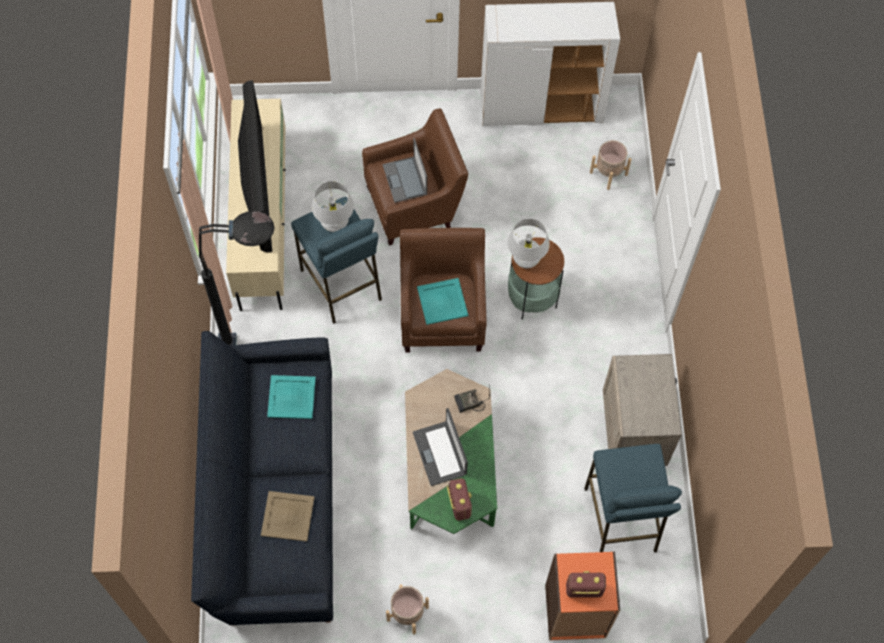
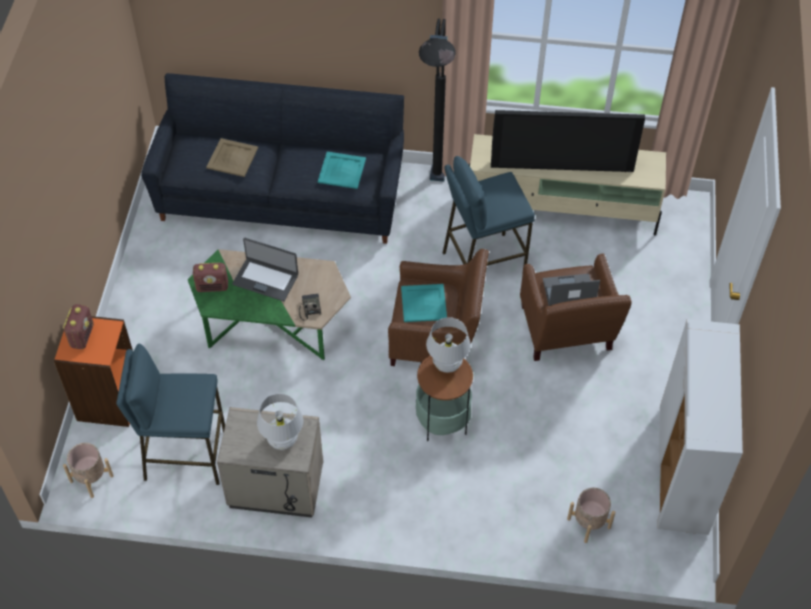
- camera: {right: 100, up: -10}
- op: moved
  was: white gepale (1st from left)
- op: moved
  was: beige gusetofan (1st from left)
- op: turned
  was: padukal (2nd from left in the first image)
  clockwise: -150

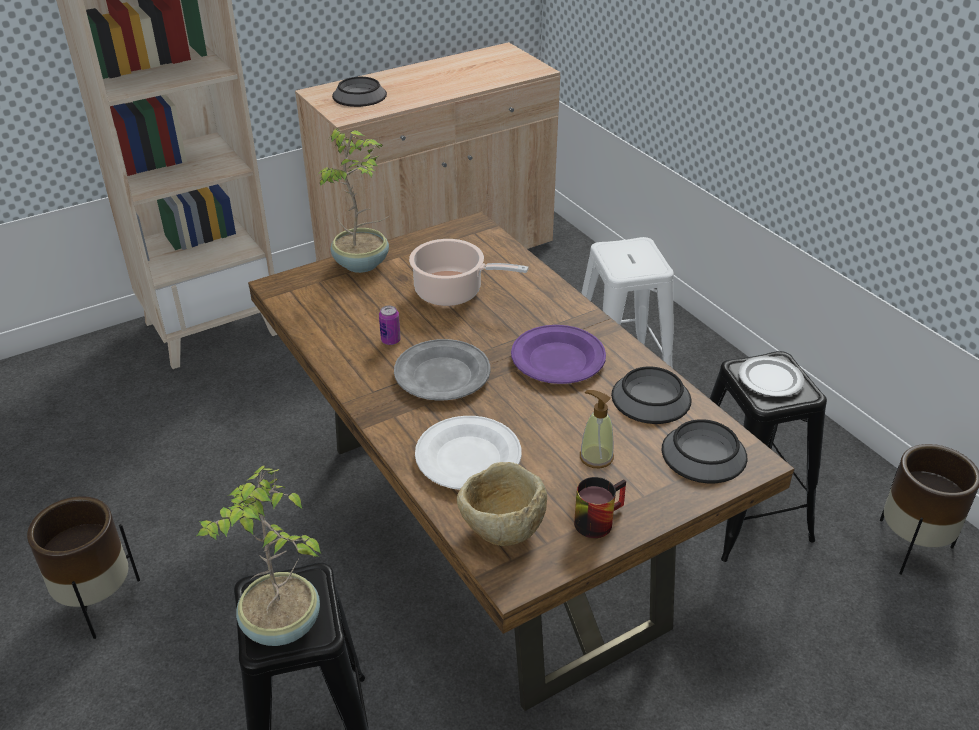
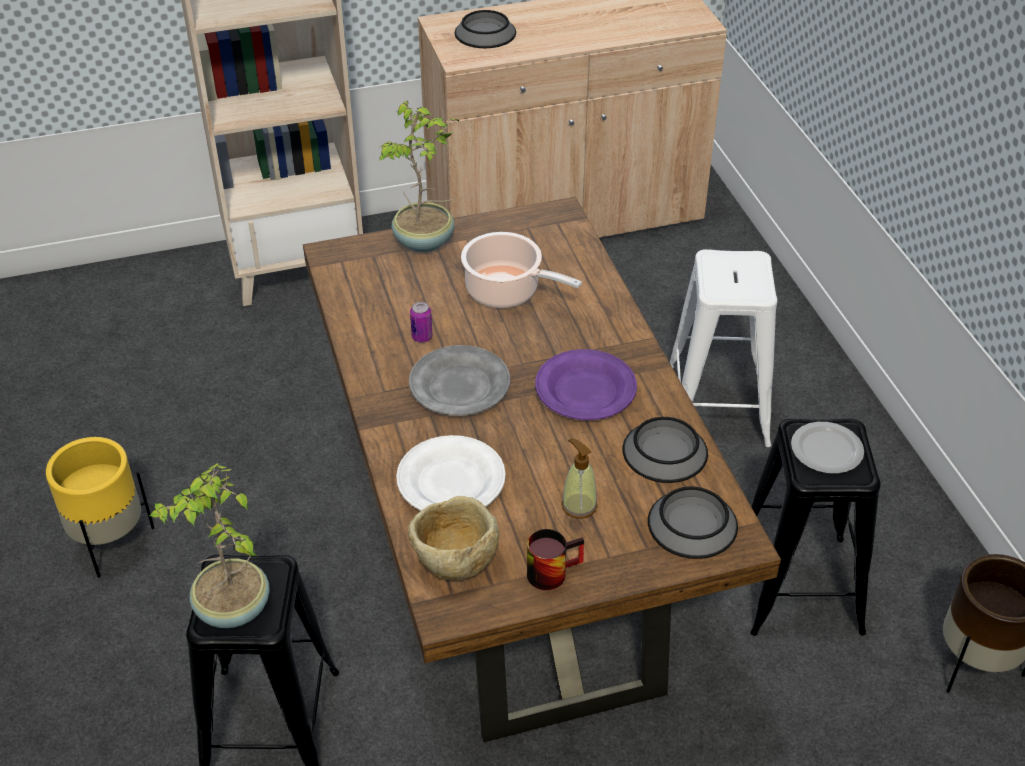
- camera: {right: 15, up: 5}
- op: recoloured
  was: brown gusetofan (1st from left)
  now: yellow gusetofan

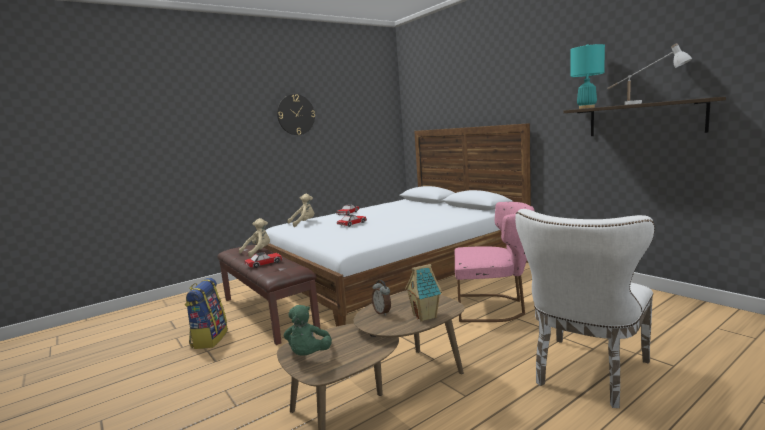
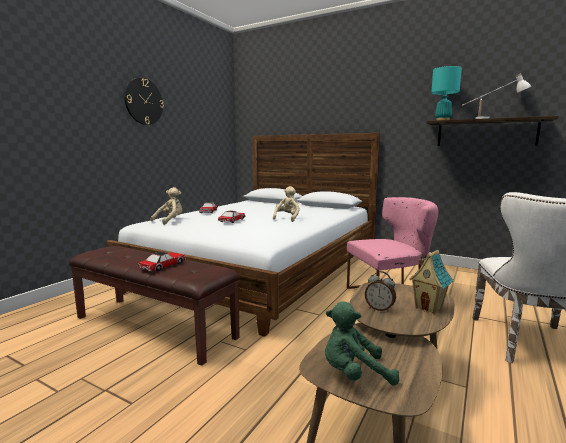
- camera: {right: -25, up: 0}
- op: removed
  was: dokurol
- op: moved
  was: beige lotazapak (1st from left in the first image)
  now: beige lotazapak (2nd from left)
- op: turned
  was: green lotazapak
  clockwise: 105

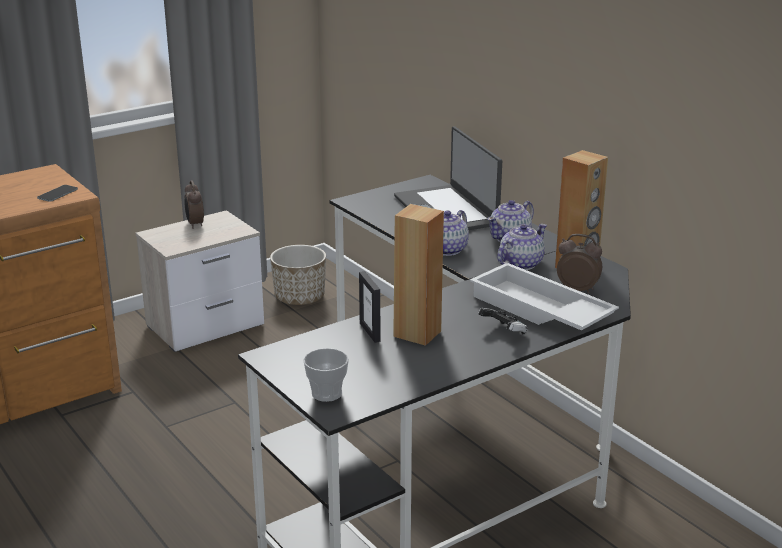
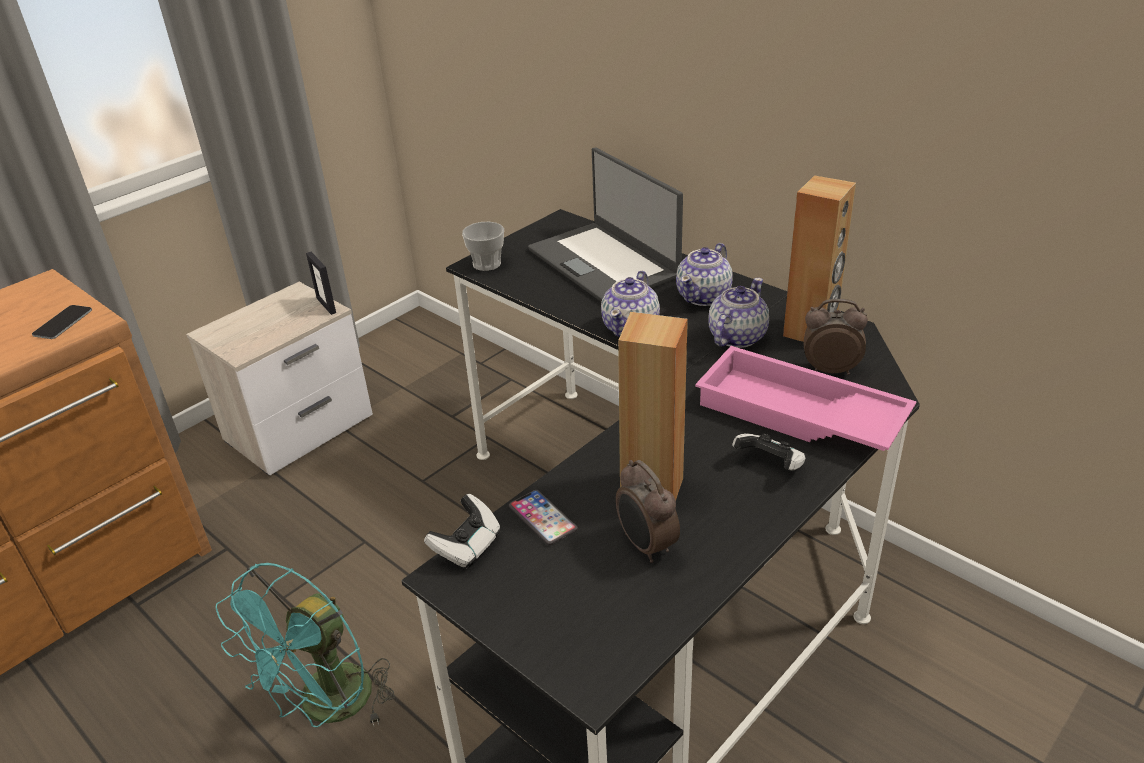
- camera: {right: -10, up: 10}
- op: removed
  was: gusetofan
- op: added
  now: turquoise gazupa
- op: added
  now: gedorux (1st from left)
- op: added
  now: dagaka (2nd from left)
- op: moved
  was: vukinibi (1st from left)
- op: moved
  was: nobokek
- op: moved
  was: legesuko
- op: recoloured
  was: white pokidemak
  now: pink pokidemak

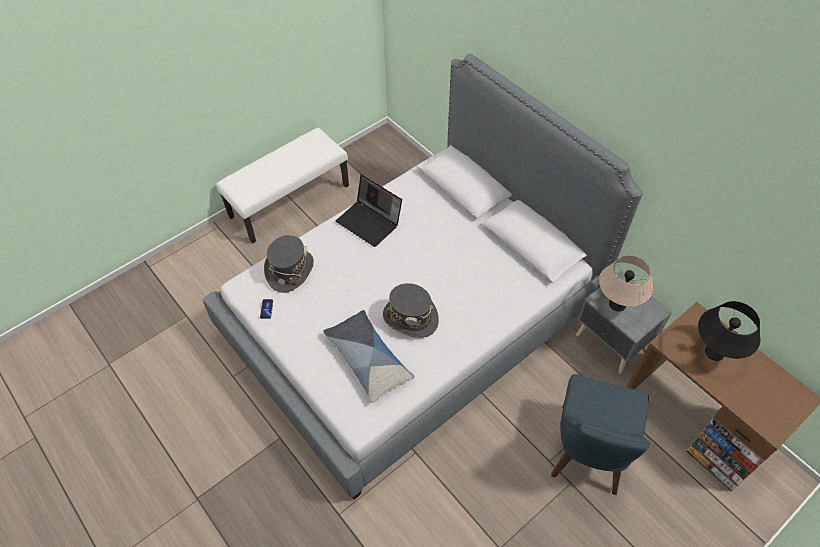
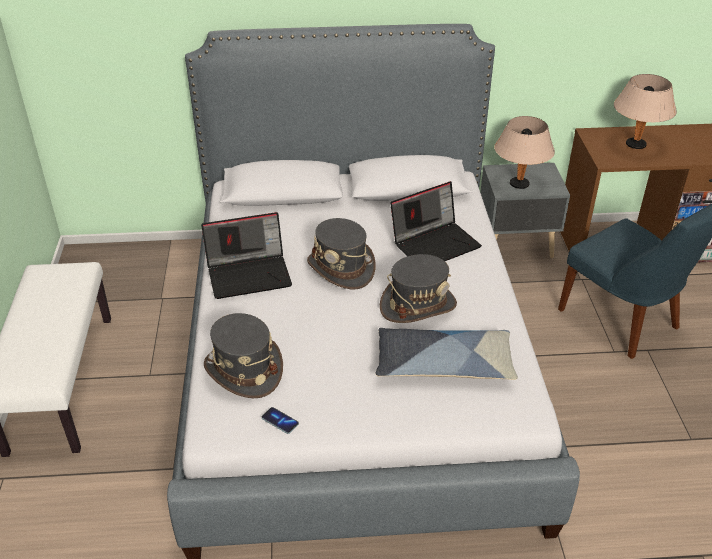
- camera: {right: -55, up: -15}
- op: added
  now: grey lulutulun (2nd from left)
- op: added
  now: padukal (2nd from left)
- op: recoloured
  was: black gepale
  now: beige gepale (2nd from left)

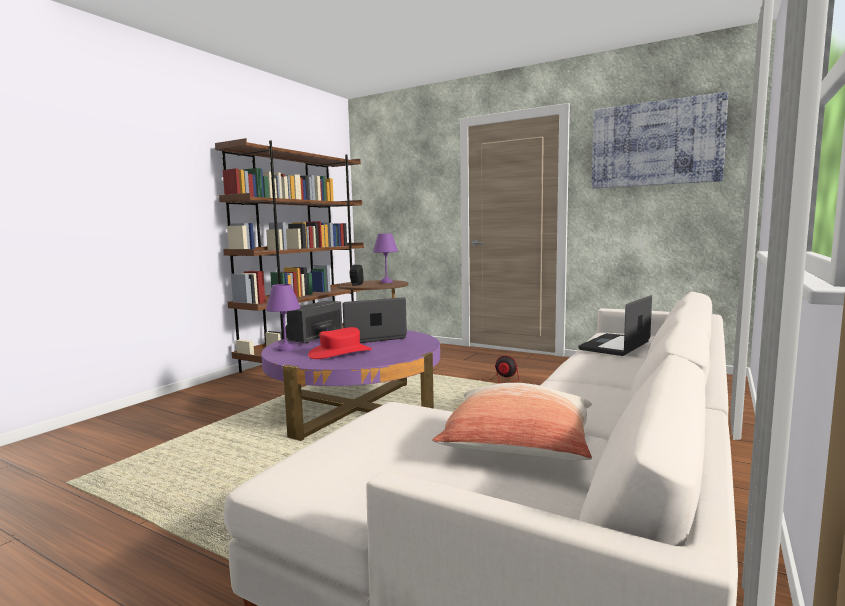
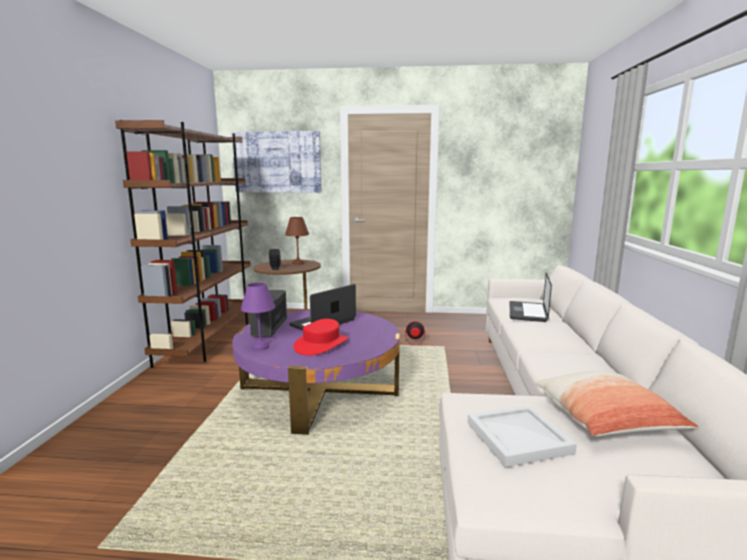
- camera: {right: -25, up: 5}
- op: added
  now: white pokidemak
- op: moved
  was: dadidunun
- op: recoloured
  was: purple gepale (2nd from left)
  now: brown gepale

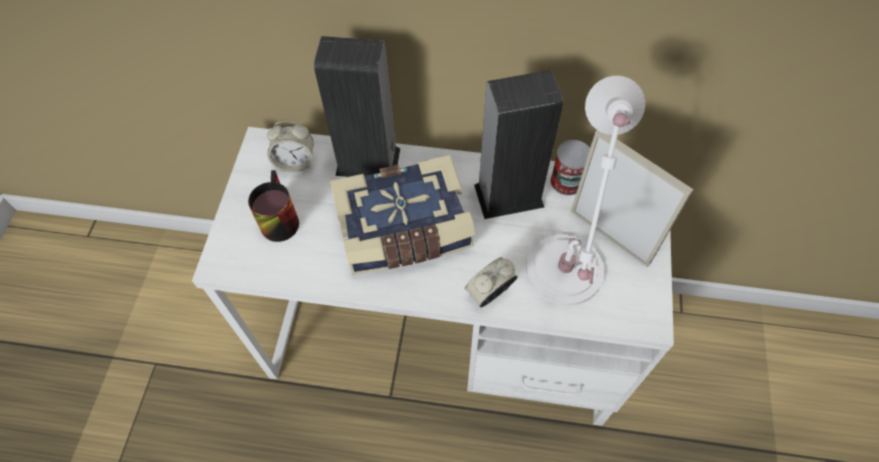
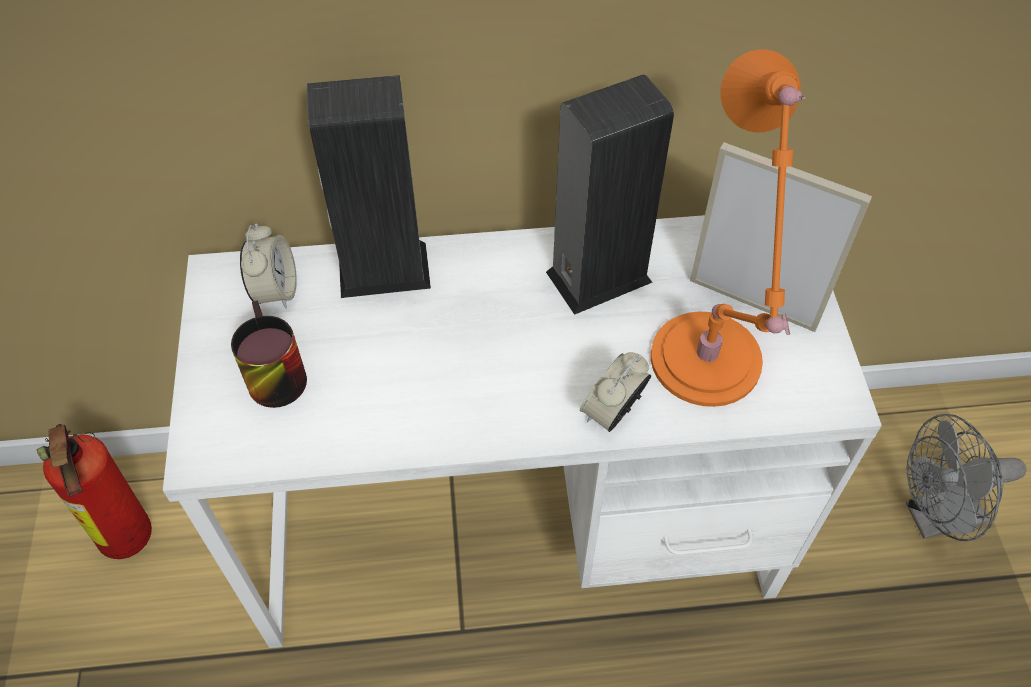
- camera: {right: -15, up: -5}
- op: removed
  was: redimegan
- op: removed
  was: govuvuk
- op: added
  now: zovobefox
- op: added
  now: grey gazupa
- op: recoloured
  was: white gepale
  now: orange gepale
- op: turned
  was: vukinibi (1st from left)
  clockwise: -75

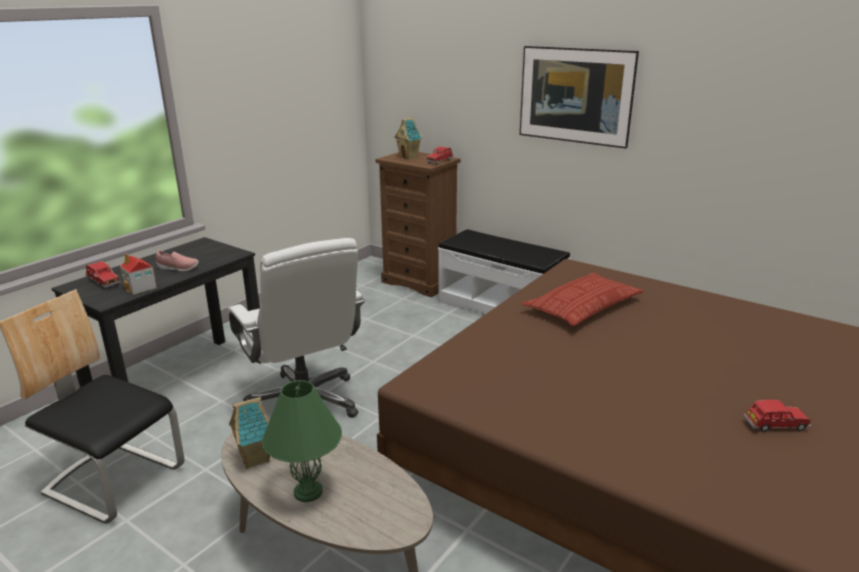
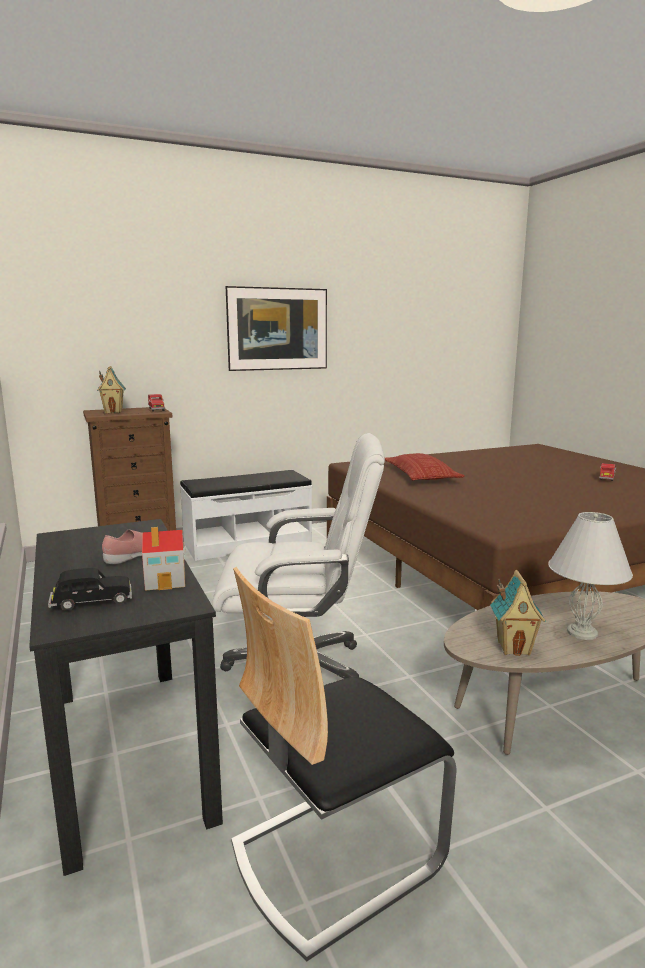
- camera: {right: -60, up: -10}
- op: recoloured
  was: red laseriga (1st from left)
  now: black laseriga
- op: recoloured
  was: green gepale
  now: white gepale

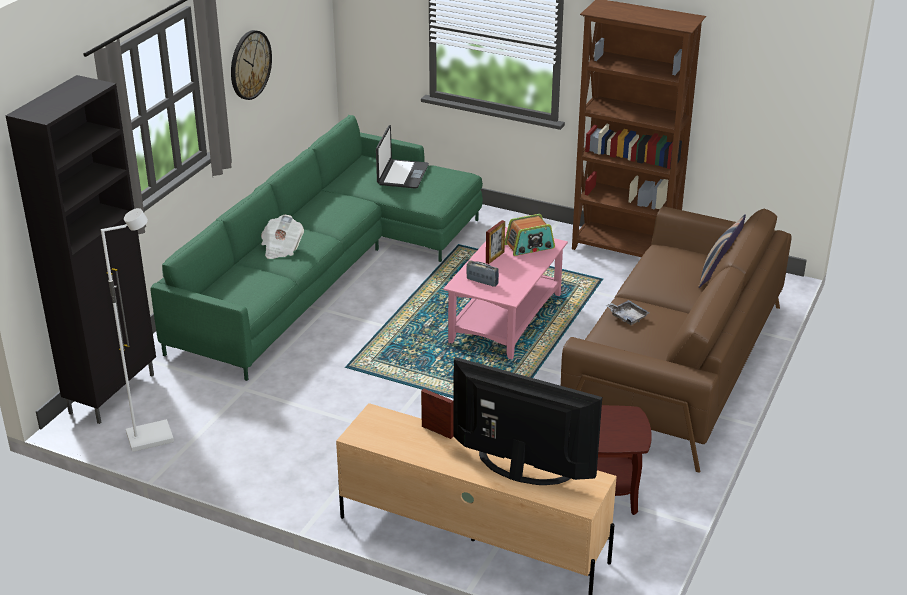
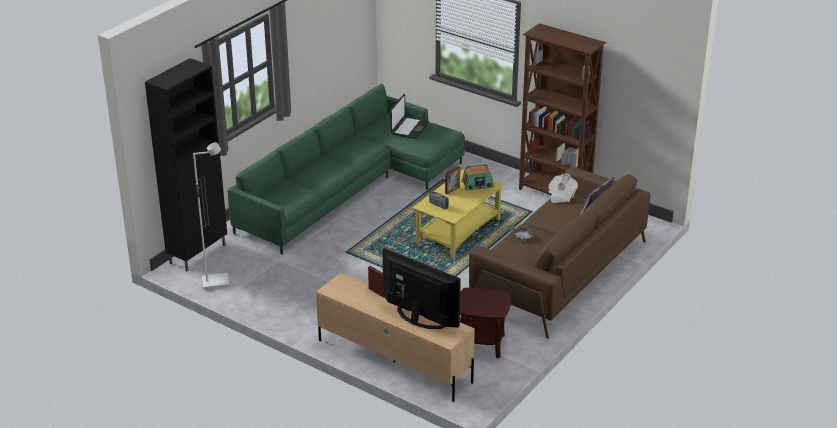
- camera: {right: 10, up: 0}
- op: removed
  was: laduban
- op: moved
  was: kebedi
- op: recoloured
  was: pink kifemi
  now: yellow kifemi

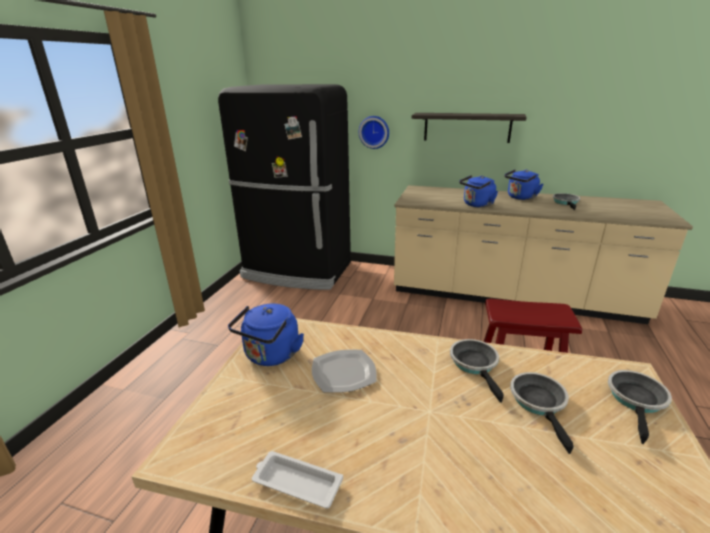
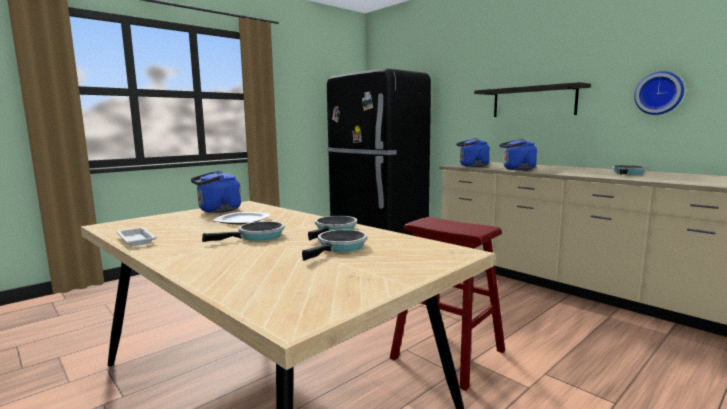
- camera: {right: 30, up: -15}
- op: moved
  was: laduban
- op: moved
  was: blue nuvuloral (3rd from left in the first image)
  now: blue nuvuloral (2nd from left)
- op: moved
  was: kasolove (4th from left in the first image)
  now: kasolove (1st from left)

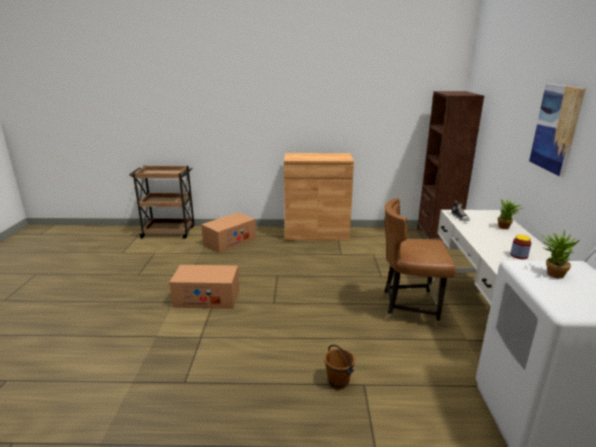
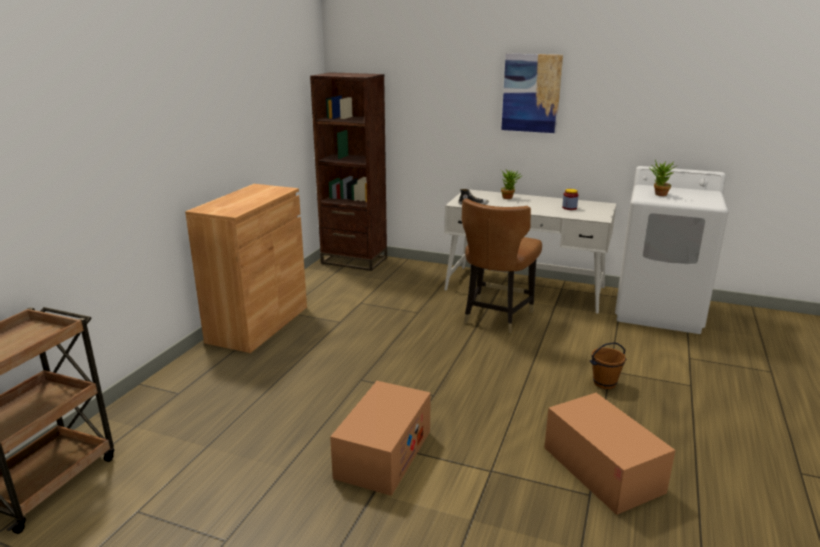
- camera: {right: -70, up: 0}
- op: moved
  was: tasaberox (2nd from left)

